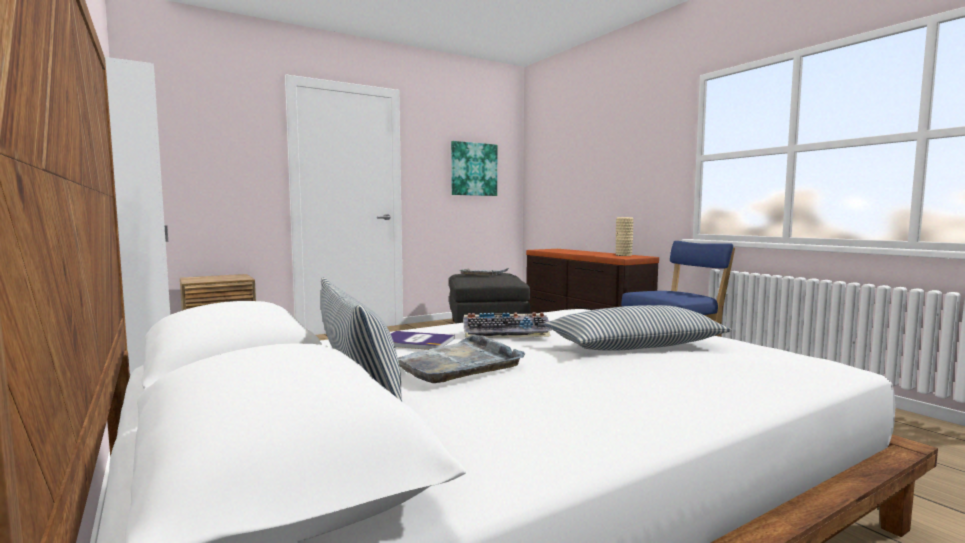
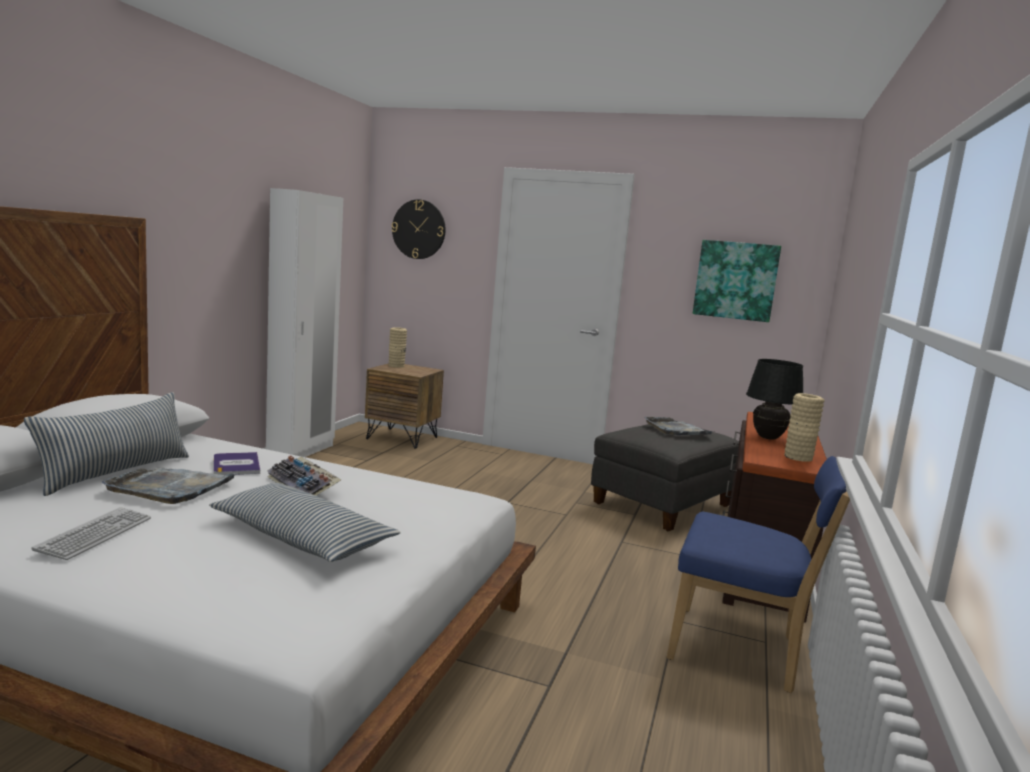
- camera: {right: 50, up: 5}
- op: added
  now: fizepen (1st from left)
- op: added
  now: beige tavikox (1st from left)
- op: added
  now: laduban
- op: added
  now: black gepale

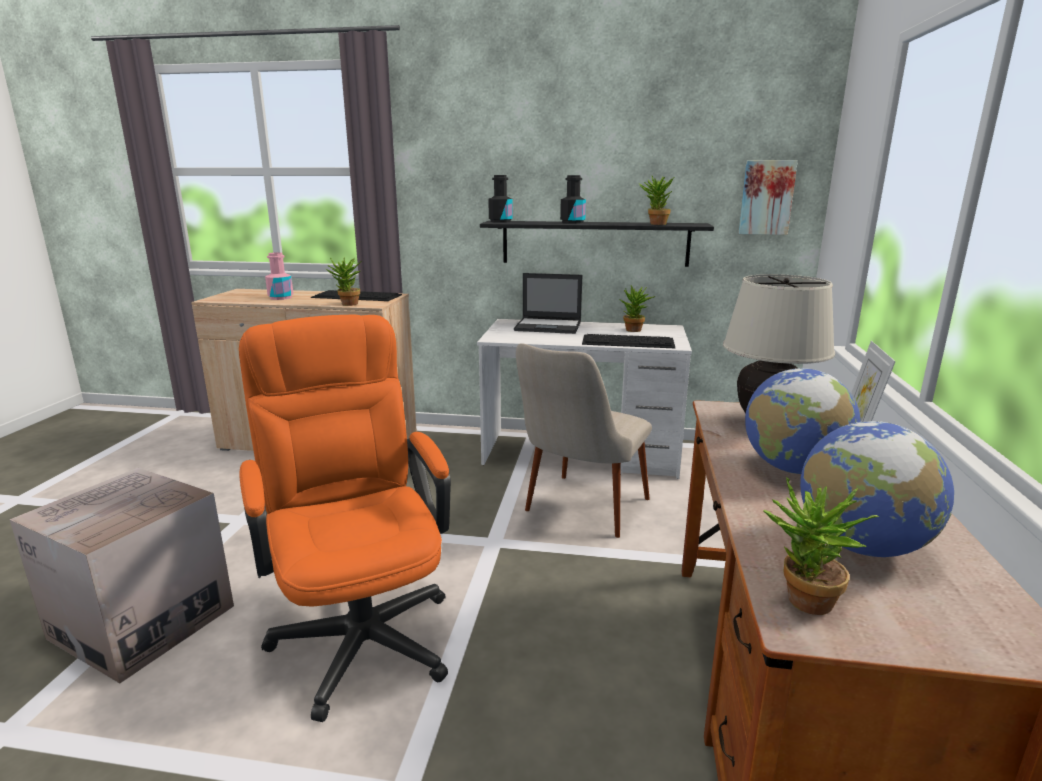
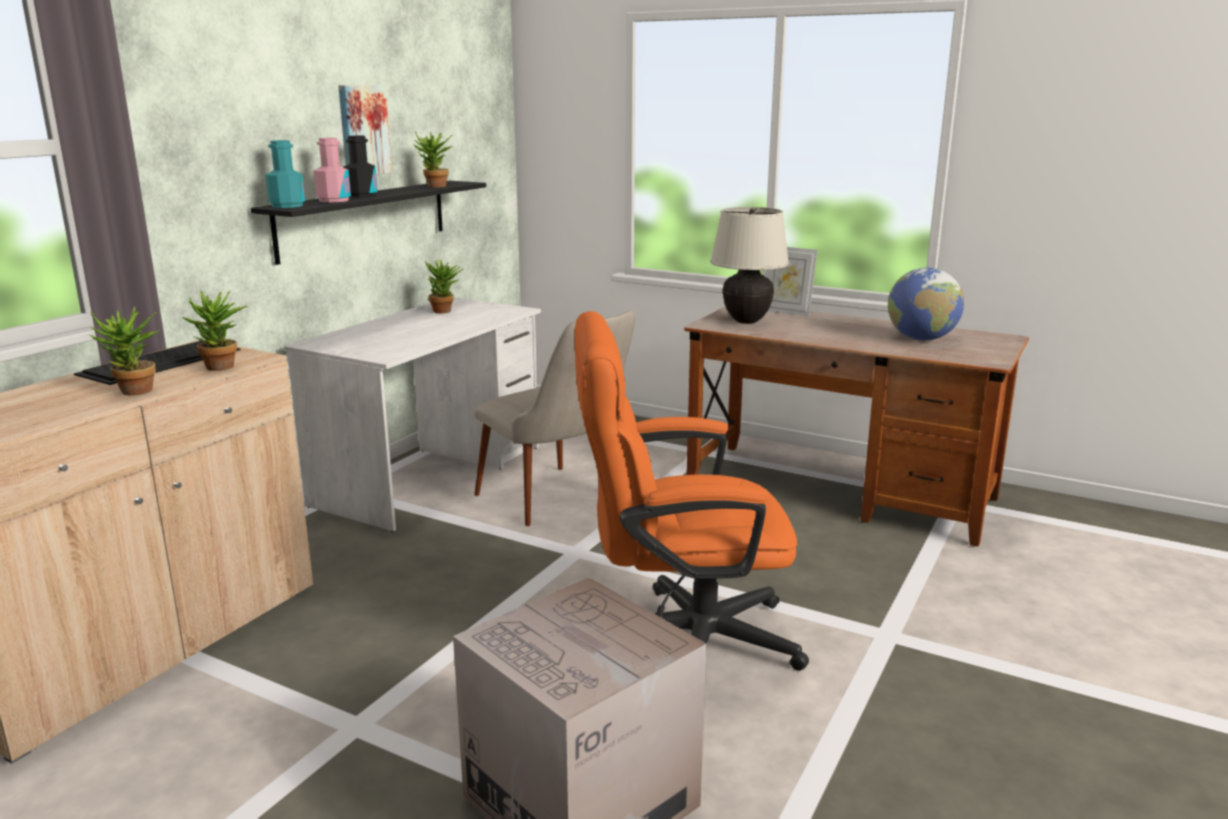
- camera: {right: -70, up: 0}
- op: removed
  was: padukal
- op: removed
  was: fizepen (2nd from left)
- op: removed
  was: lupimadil (1st from left)
- op: moved
  was: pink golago
- op: moved
  was: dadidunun
- op: moved
  was: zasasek (4th from left in the first image)
  now: zasasek (1st from left)
- op: recoloured
  was: black golago (1st from left)
  now: turquoise golago

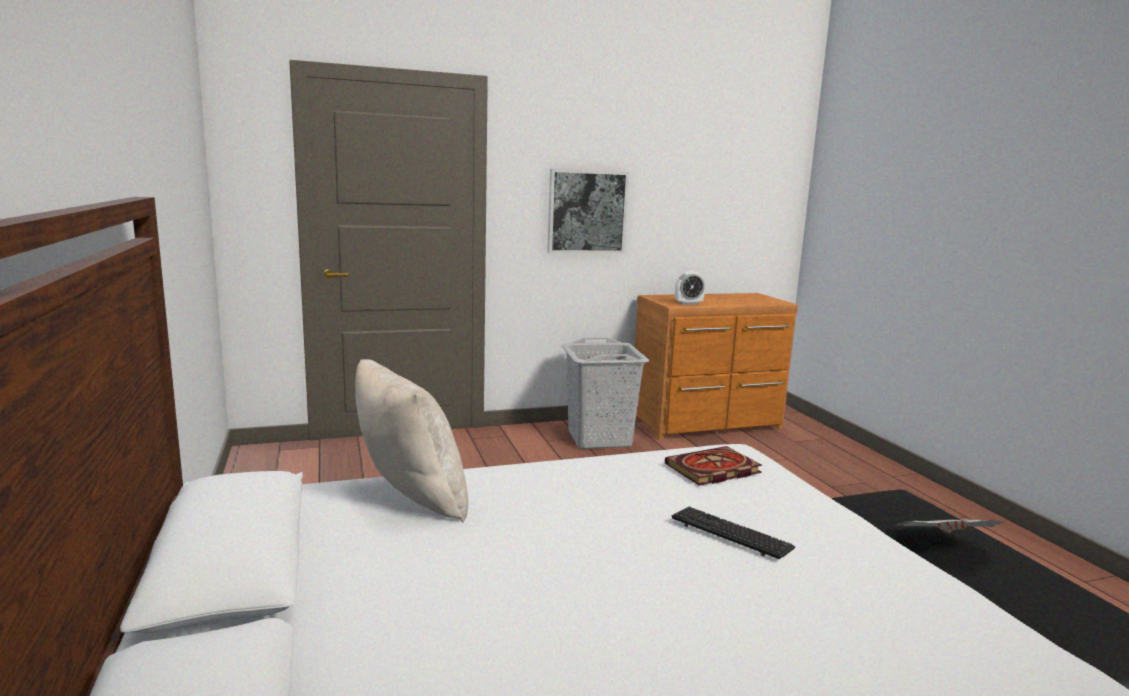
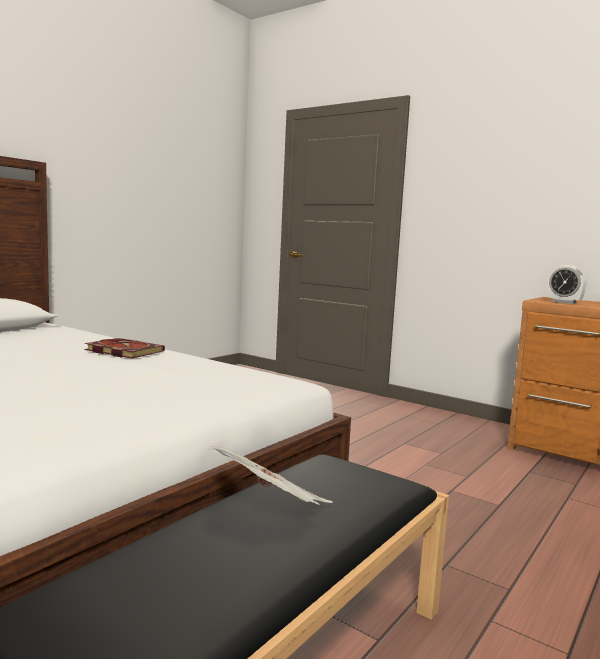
- camera: {right: 55, up: -5}
- op: removed
  was: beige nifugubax
- op: removed
  was: dadidunun
- op: removed
  was: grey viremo
- op: removed
  was: fizepen
- op: moved
  was: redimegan

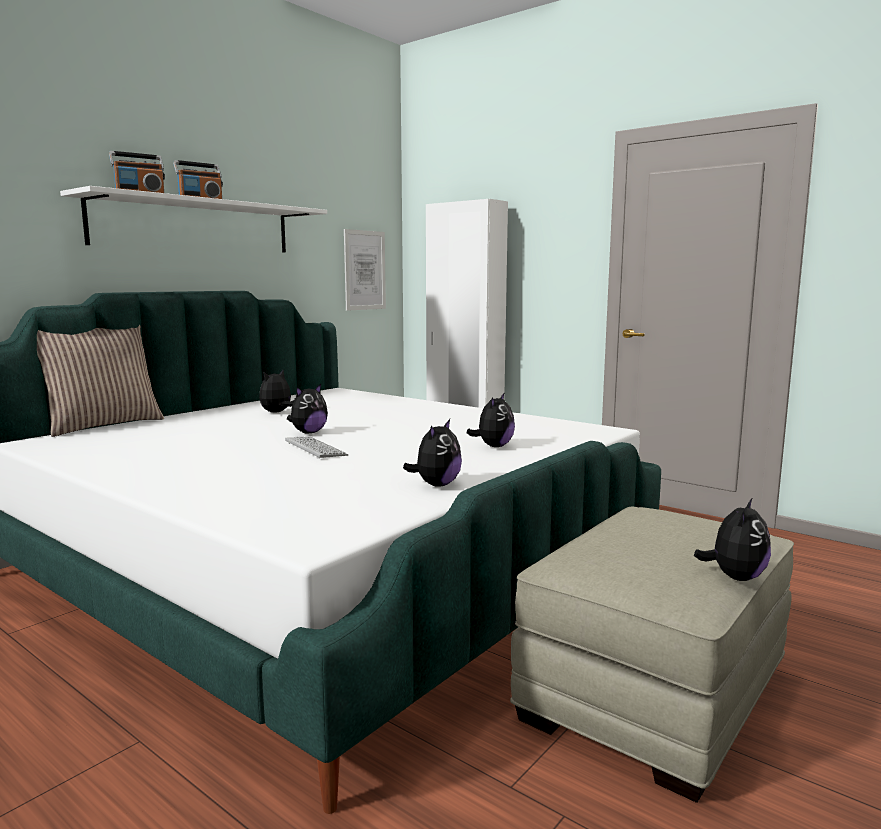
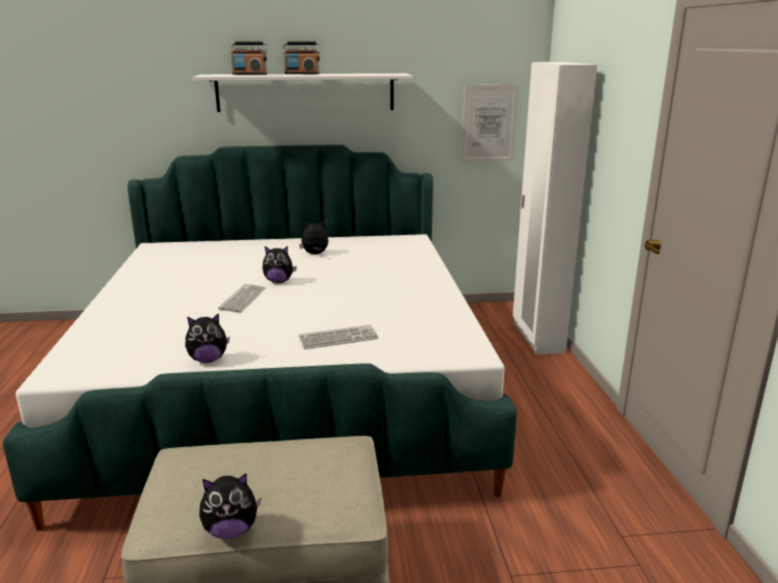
- camera: {right: 45, up: 10}
- op: removed
  was: nifugubax
- op: replaced
  was: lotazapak (4th from left)
  now: fizepen (2nd from left)

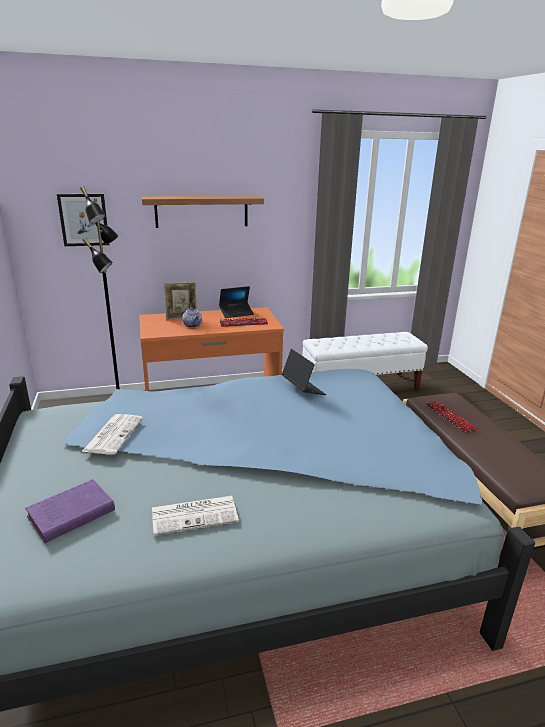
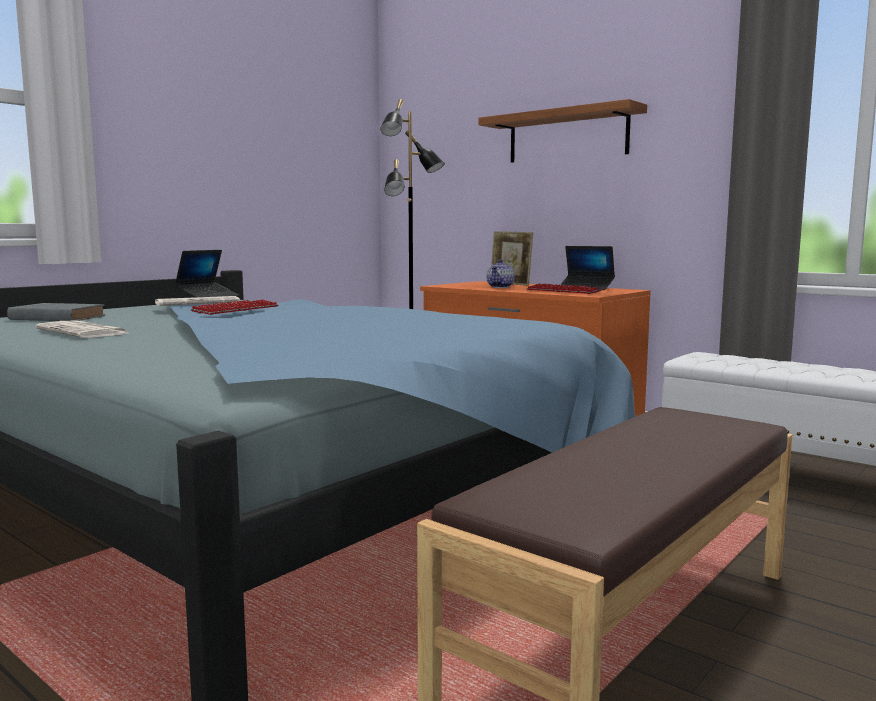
- camera: {right: 55, up: -15}
- op: removed
  was: dadidunun
- op: moved
  was: padukal (2nd from left in the first image)
  now: padukal (1st from left)
- op: moved
  was: fizepen (2nd from left in the first image)
  now: fizepen (1st from left)
- op: recoloured
  was: purple redimegan
  now: grey redimegan

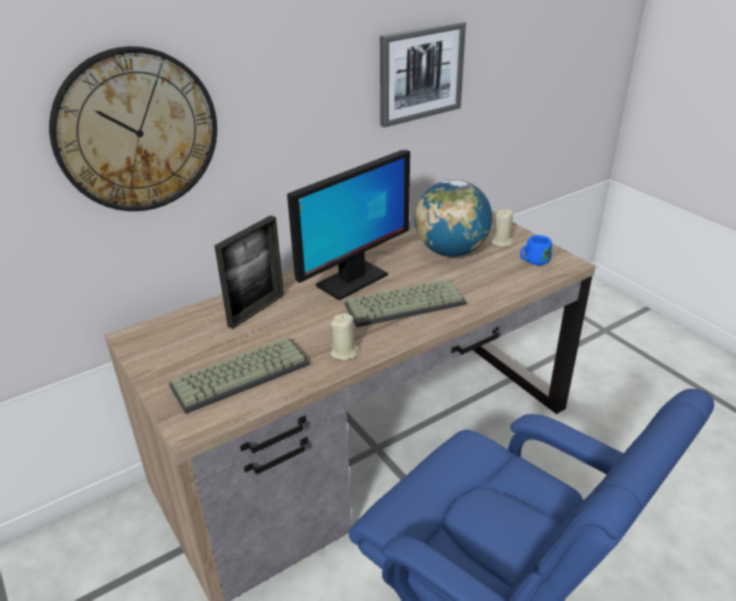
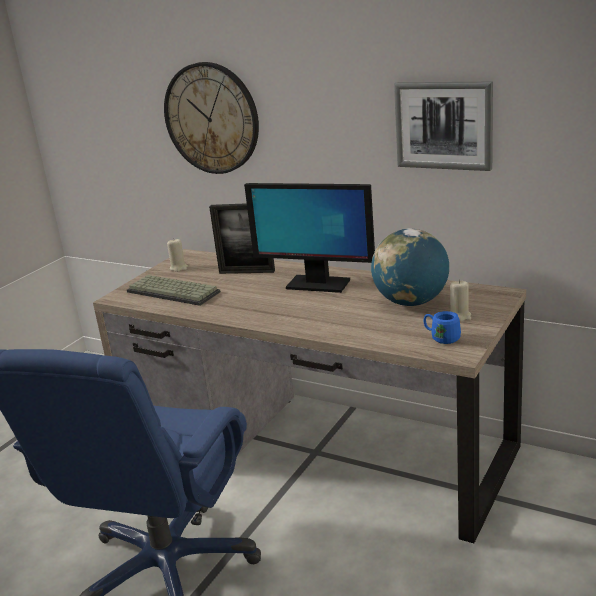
- camera: {right: 65, up: -10}
- op: removed
  was: fizepen (2nd from left)
- op: moved
  was: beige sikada (1st from left)

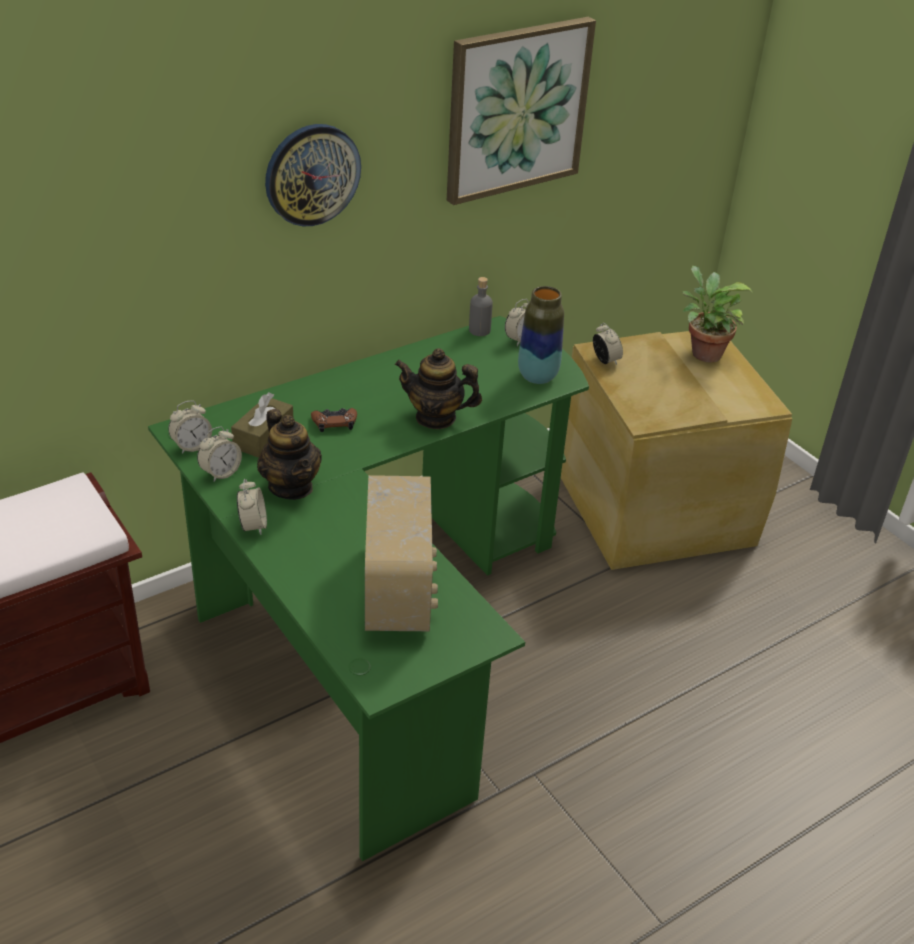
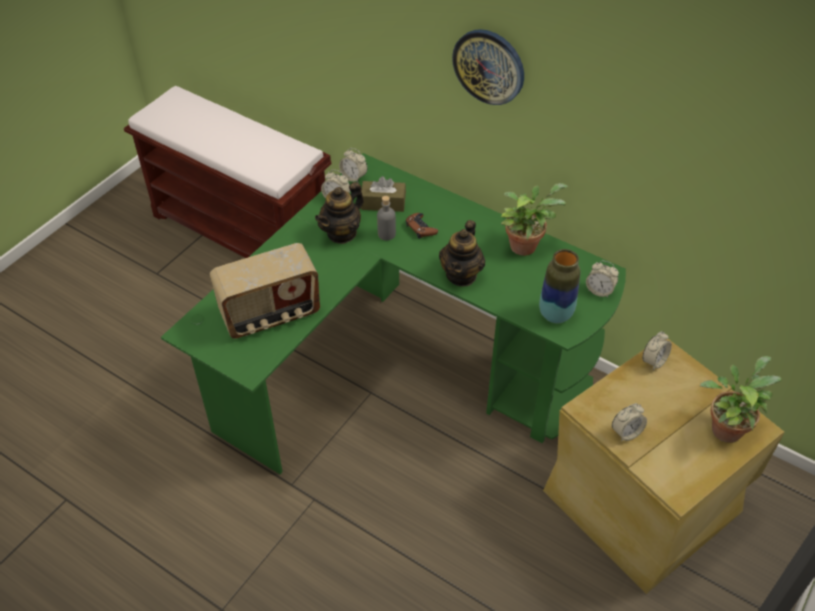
- camera: {right: 70, up: 10}
- op: removed
  was: dadidunun
- op: added
  now: zasasek (1st from left)
- op: moved
  was: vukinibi (3rd from left in the first image)
  now: vukinibi (4th from left)
- op: moved
  was: grey golago
- op: turned
  was: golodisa (2nd from left)
  clockwise: -150

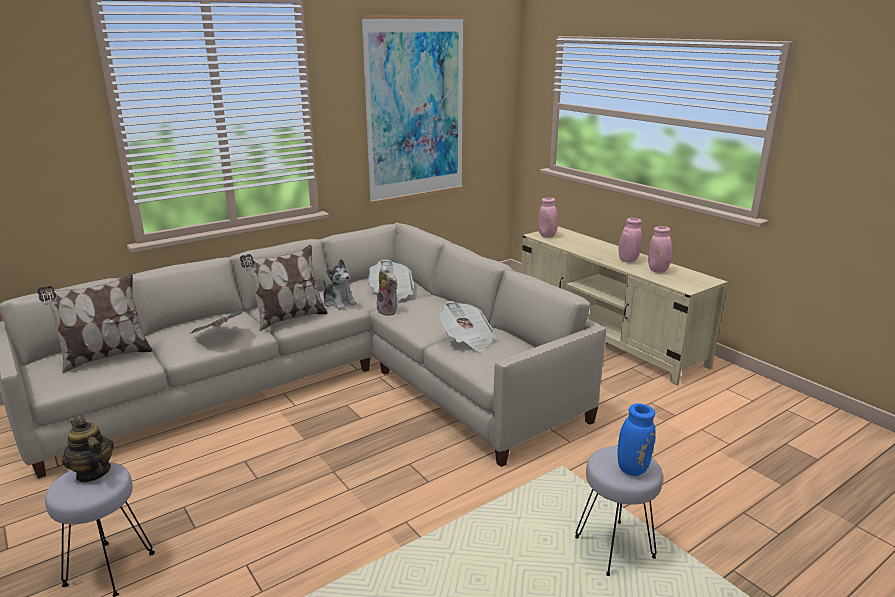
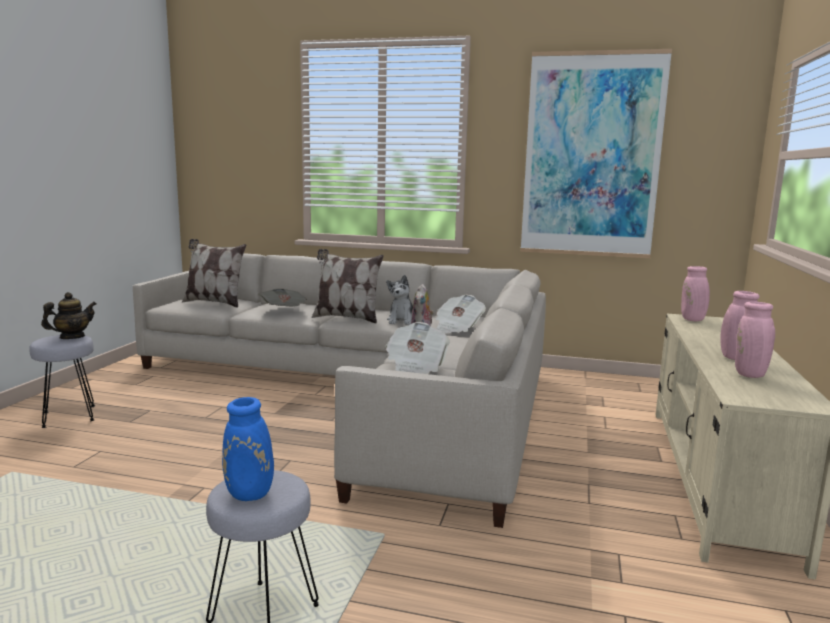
- camera: {right: 50, up: -10}
- op: turned
  was: golodisa
  clockwise: 45

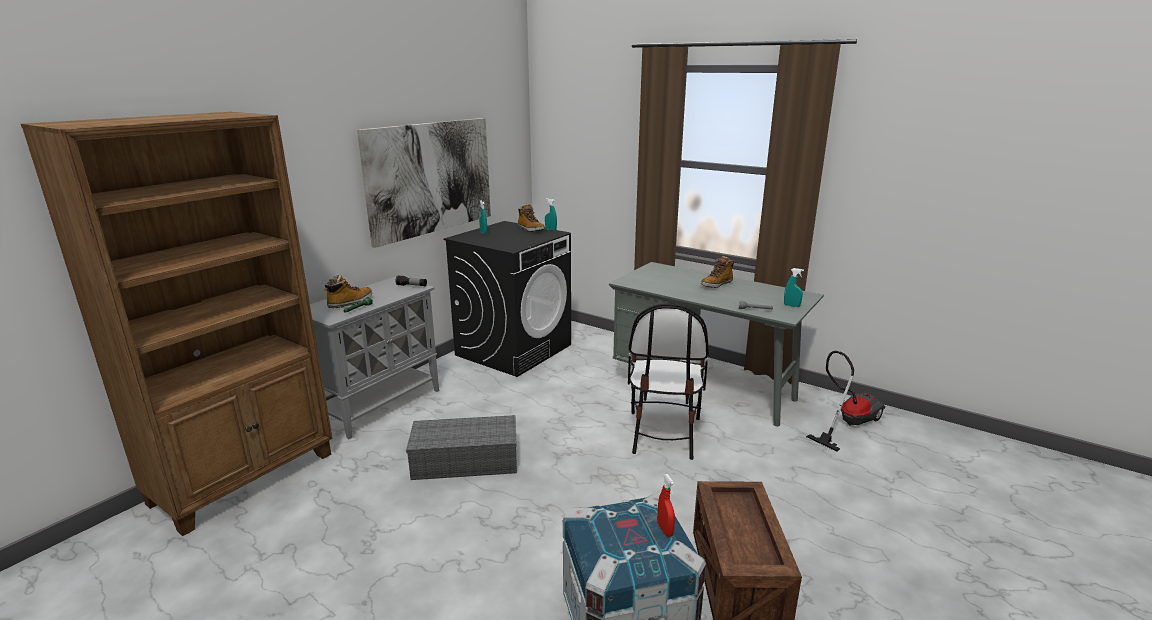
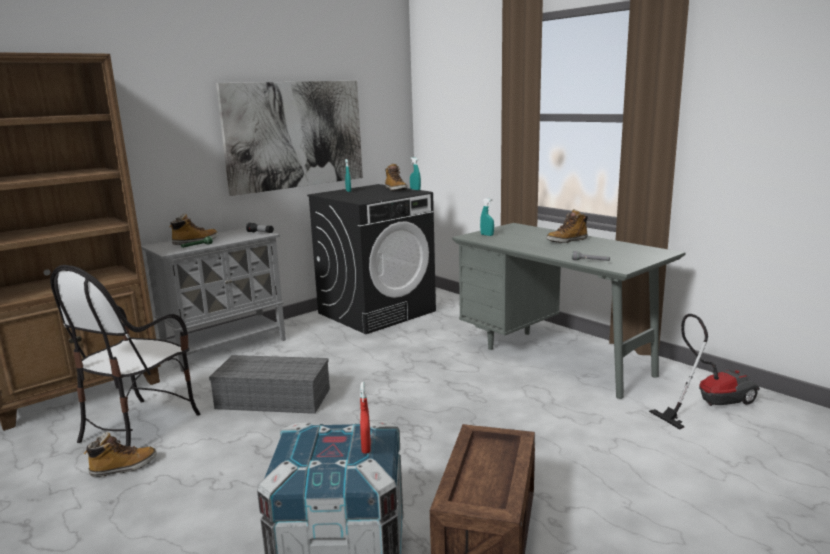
- camera: {right: 15, up: -5}
- op: added
  now: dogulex (1st from left)
- op: moved
  was: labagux
- op: moved
  was: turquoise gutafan (3rd from left)

